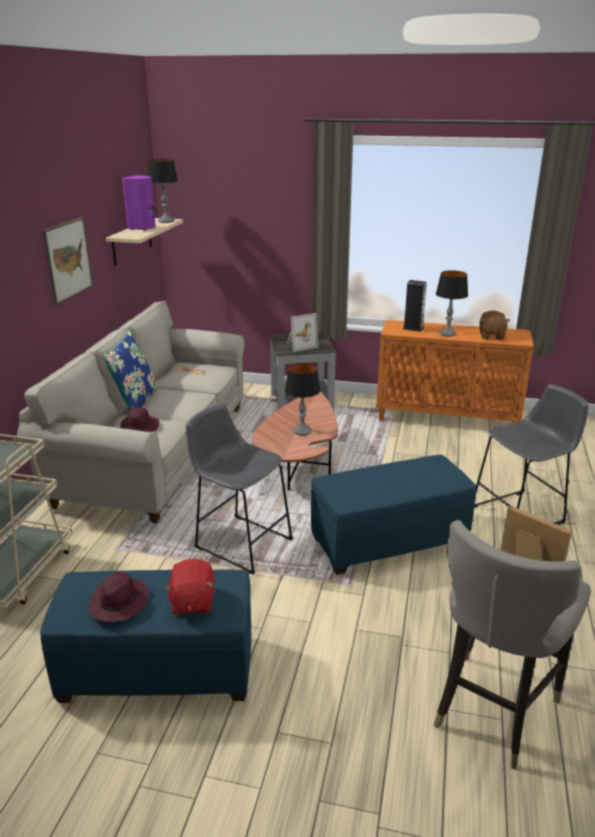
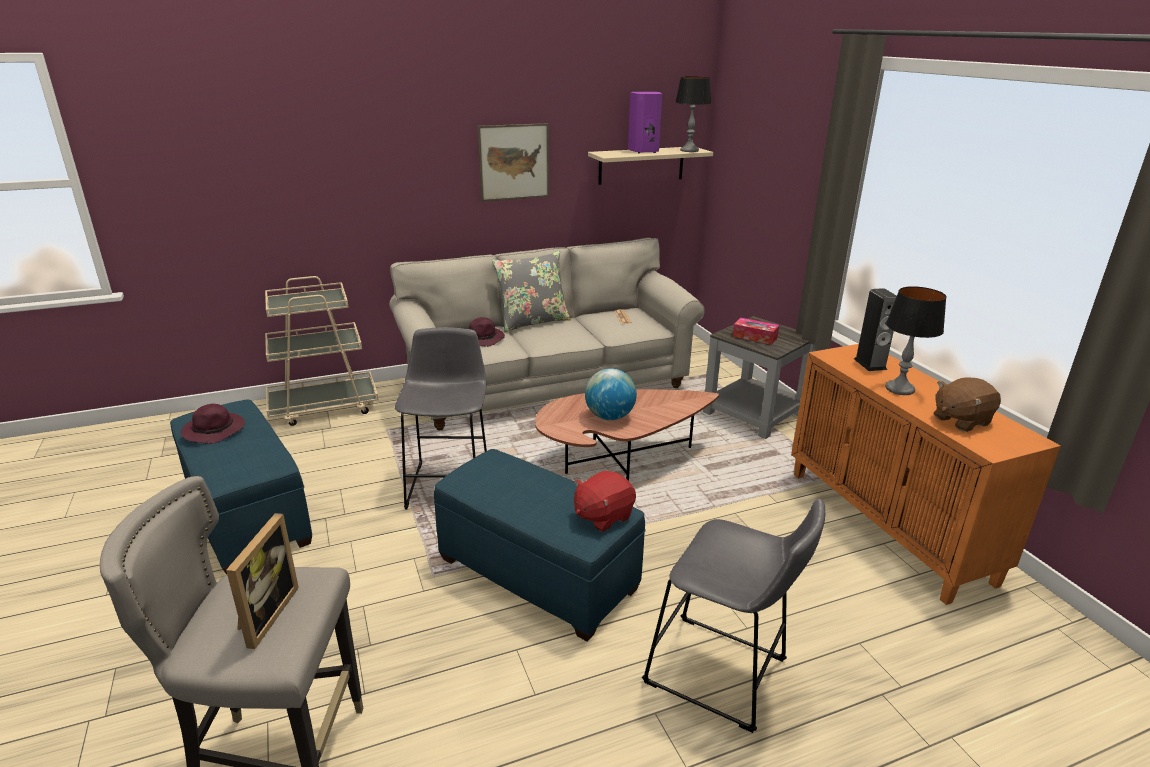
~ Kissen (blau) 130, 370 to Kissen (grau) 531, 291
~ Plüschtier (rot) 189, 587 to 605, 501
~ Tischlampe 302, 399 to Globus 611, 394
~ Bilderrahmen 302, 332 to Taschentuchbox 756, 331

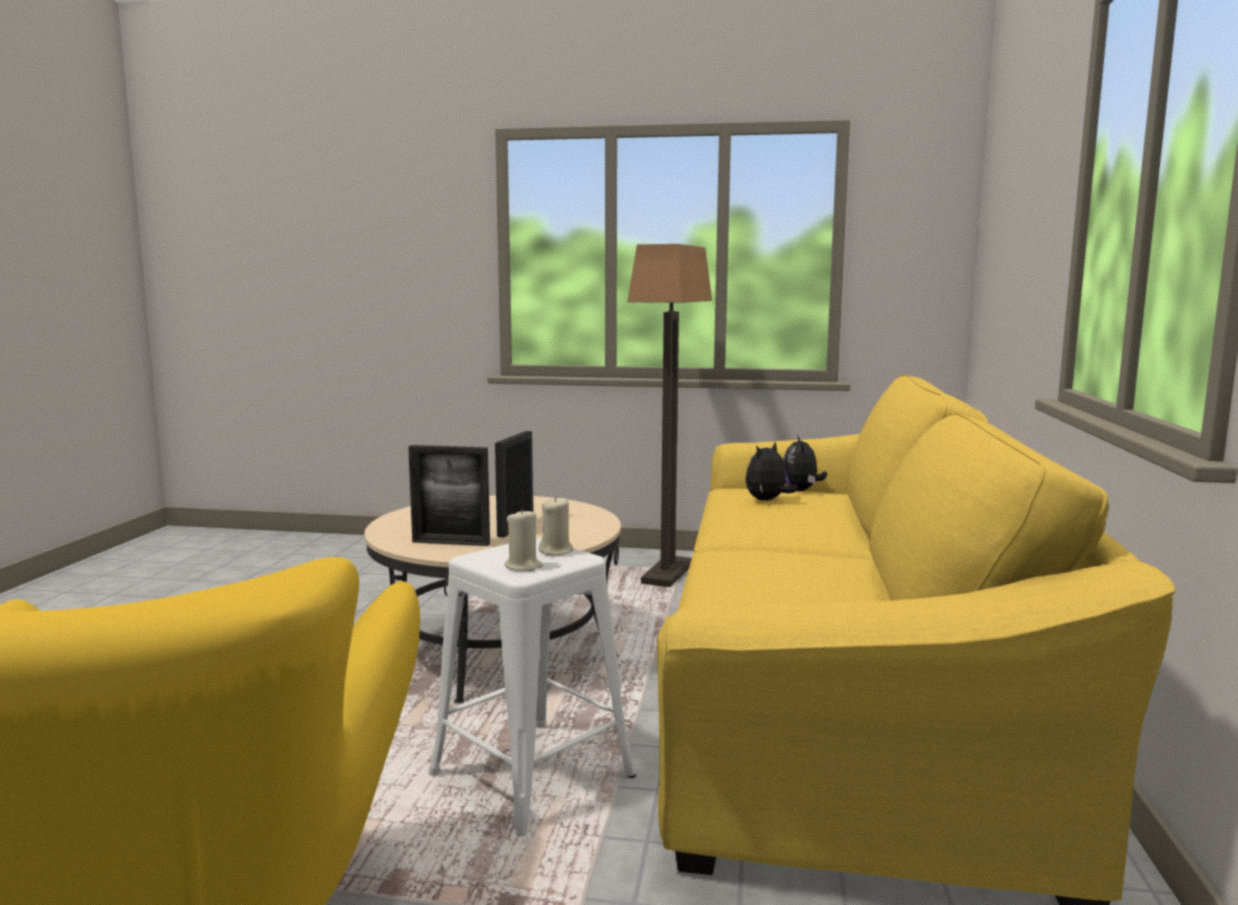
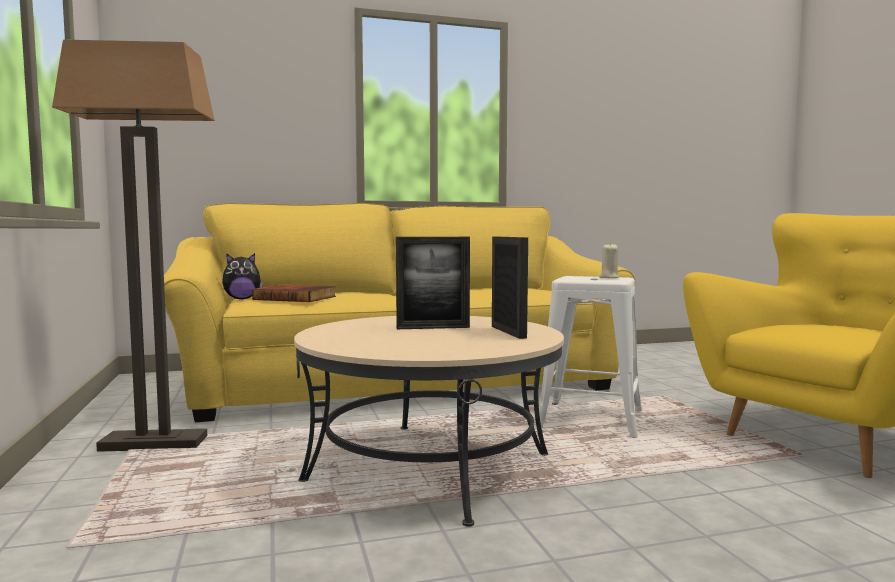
~ Plüschtier 772, 471 to Buch 294, 293
- Kerze (beige) 556, 525

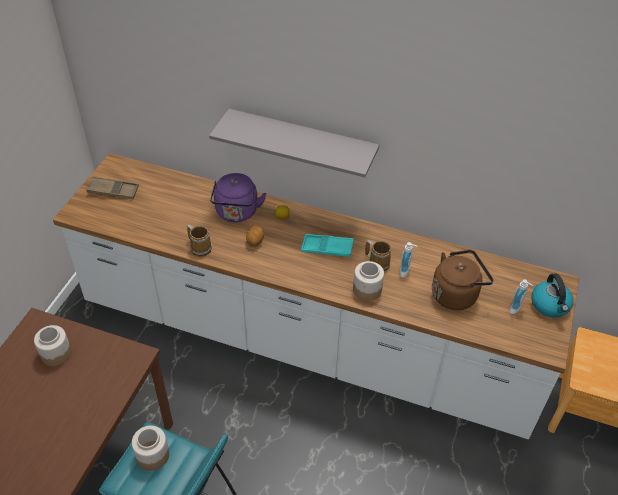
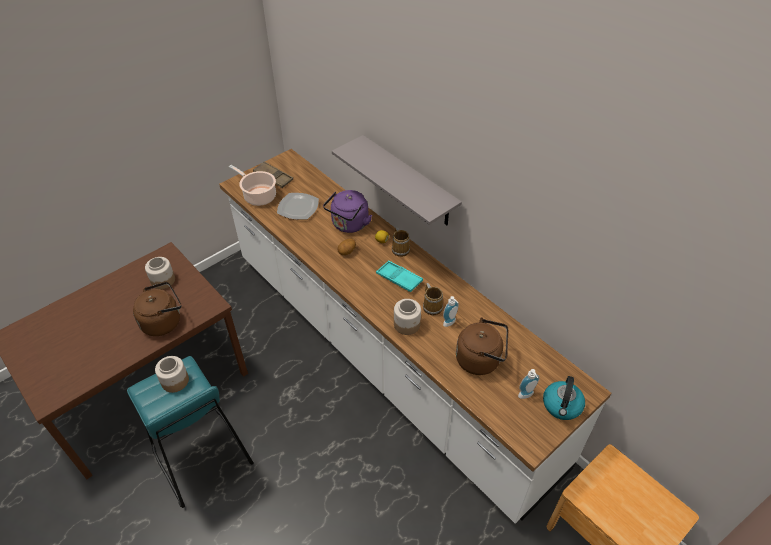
+ Wasserkessel (braun) 157, 309
+ Kochtopf 252, 185
+ Teller 298, 206
~ Henkelbecher 199, 241 to 401, 242

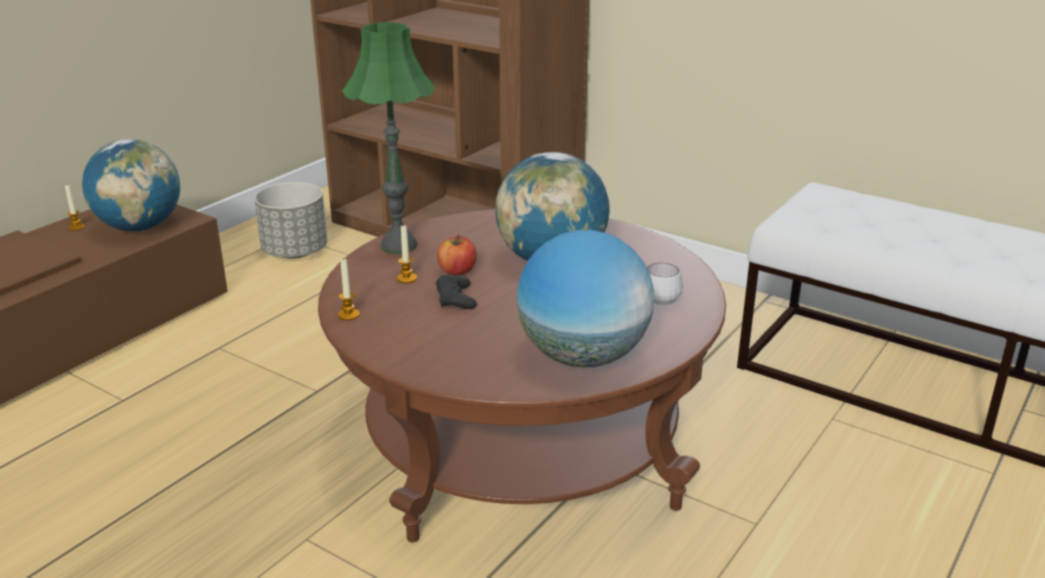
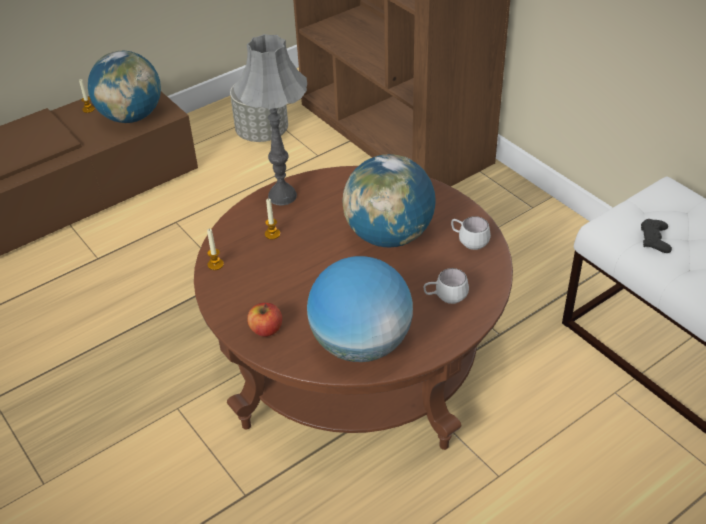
~ Tischlampe (grün) 388, 138 to Tischlampe (grau) 270, 120
~ Apfel 457, 255 to 264, 320
+ Henkelbecher (weiß) 471, 233
~ Gamepad (schwarz) 456, 292 to 656, 236

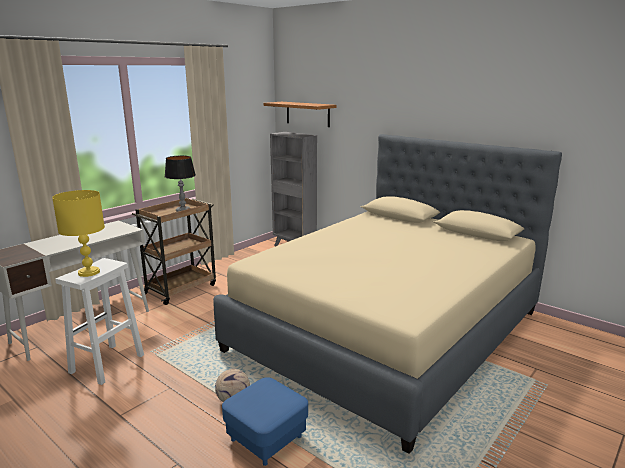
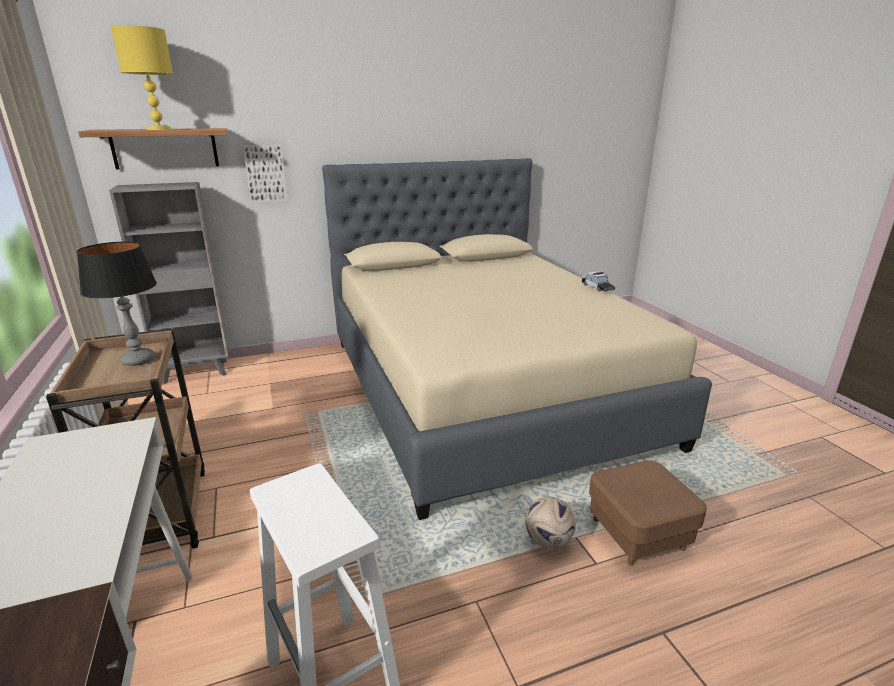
~ Tischlampe (gelb) 78, 233 to 142, 77
+ Bild 265, 174
+ Spielzeugauto 598, 281
~ Polsterhocker (blau) 265, 421 to Polsterhocker (braun) 648, 513

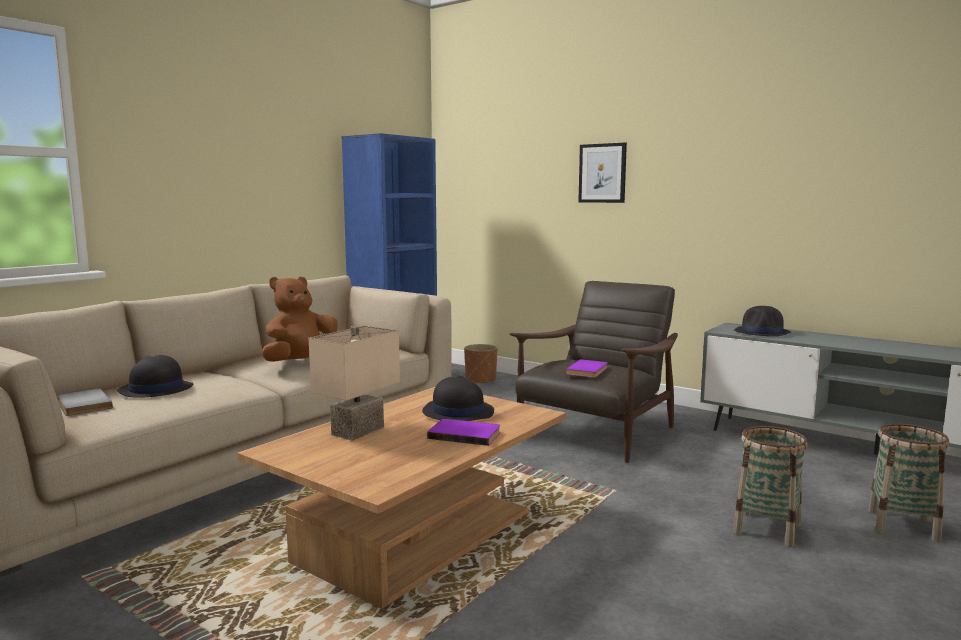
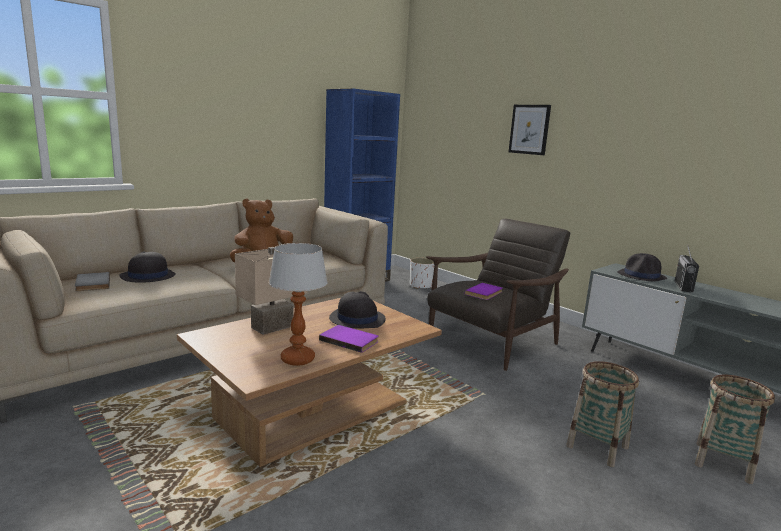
+ Tischlampe 298, 304
~ Pflanzkübel (braun) 480, 364 to Pflanzkübel (weiß) 422, 273
+ Radio 687, 269

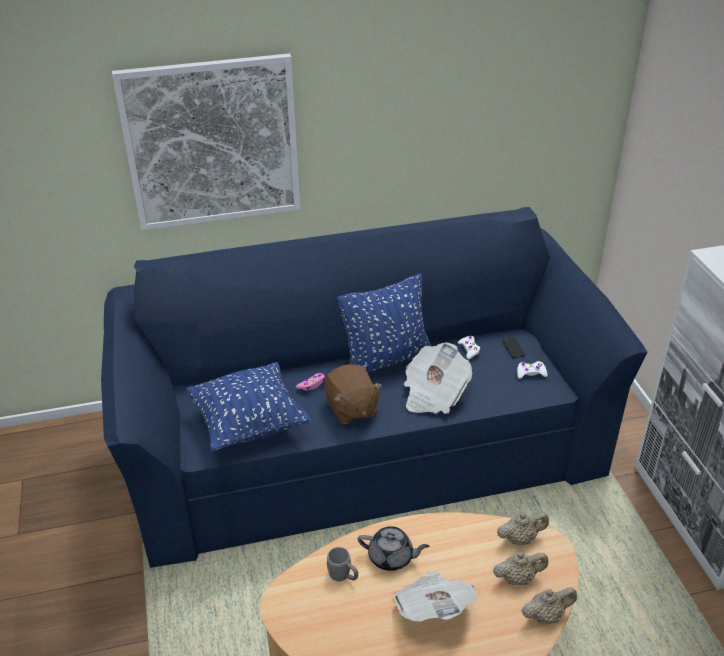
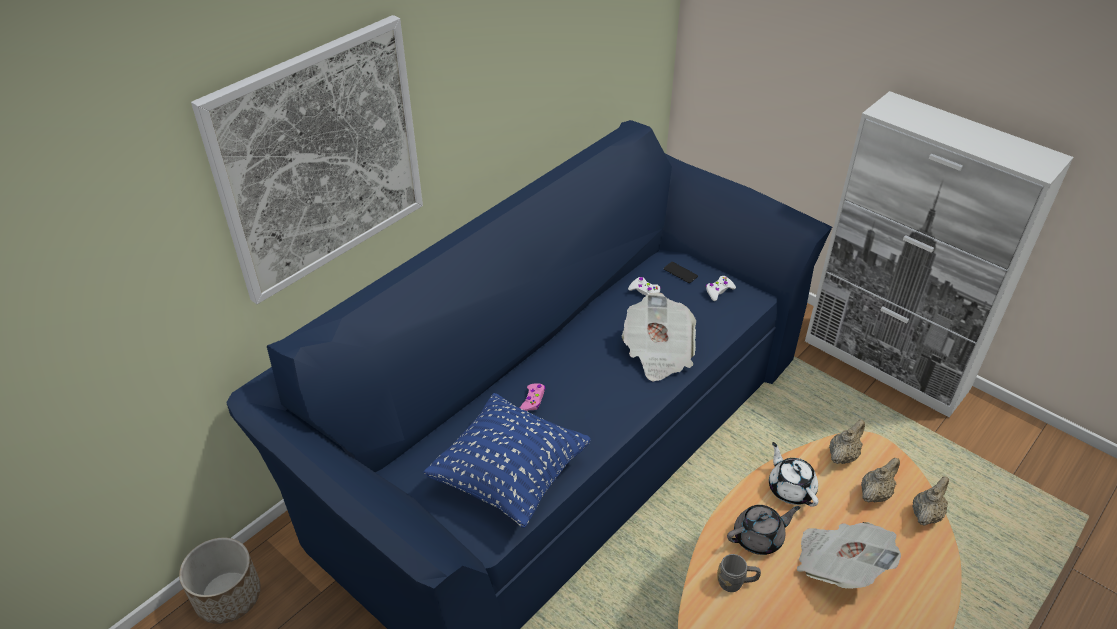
+ Pflanzkübel 220, 580
+ Teekanne (weiß) 794, 474
- Plüschtier (braun) 353, 394
- Kissen (blau) 384, 324

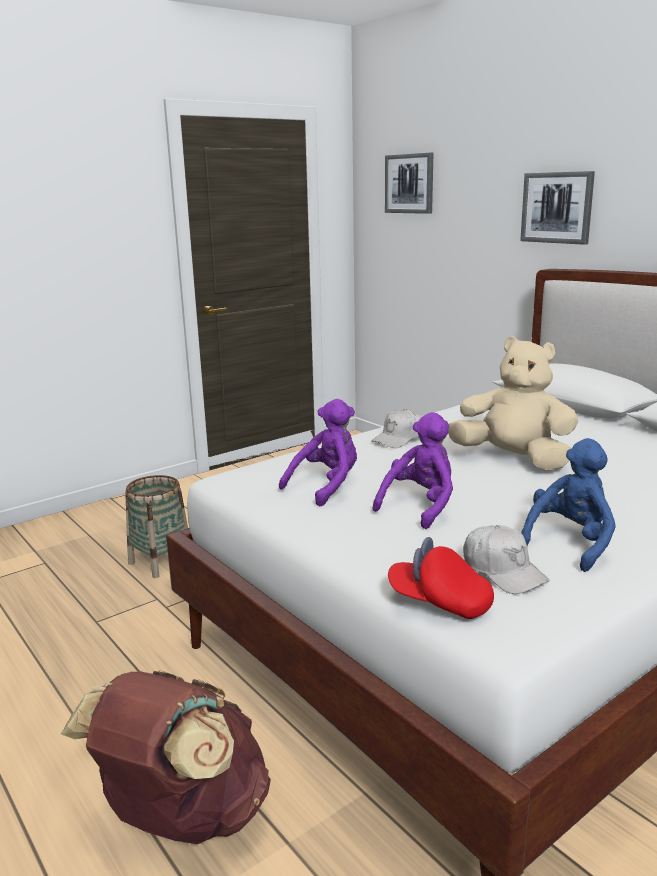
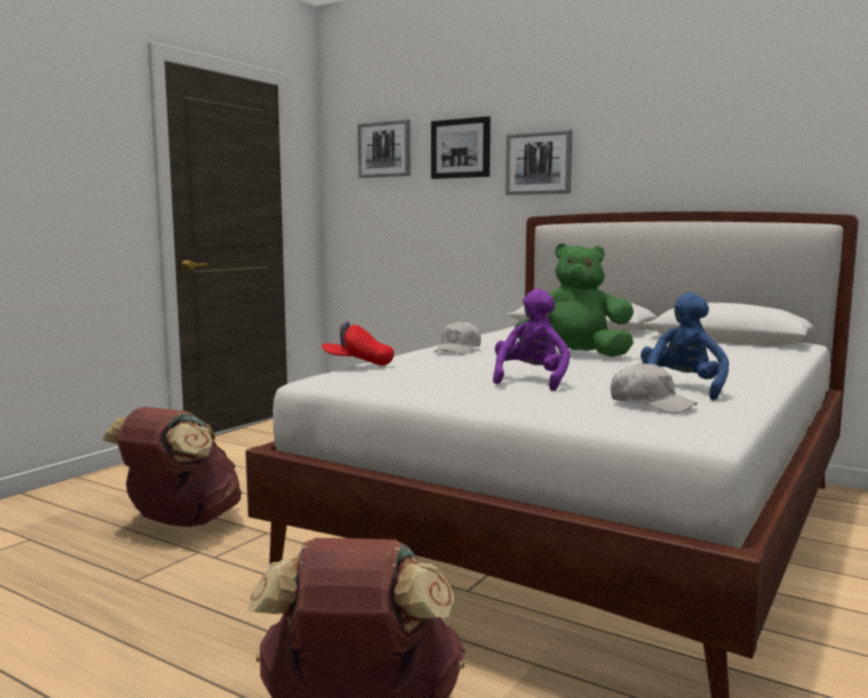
~ Korb 156, 526 to Rucksack (braun) 171, 467
~ Kappe (rot) 441, 578 to 357, 343
+ Bild 460, 147
~ Plüschtier (beige) 513, 403 to Plüschtier (grün) 574, 300
- Plüschtier (lila) 318, 452

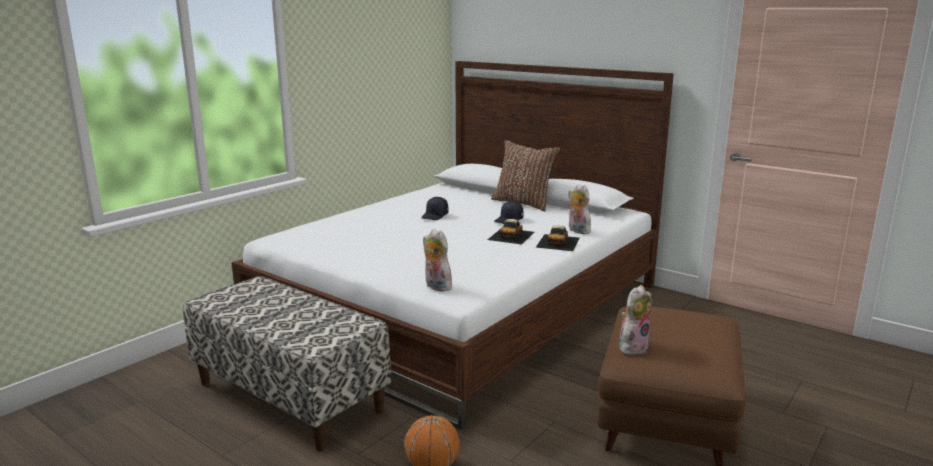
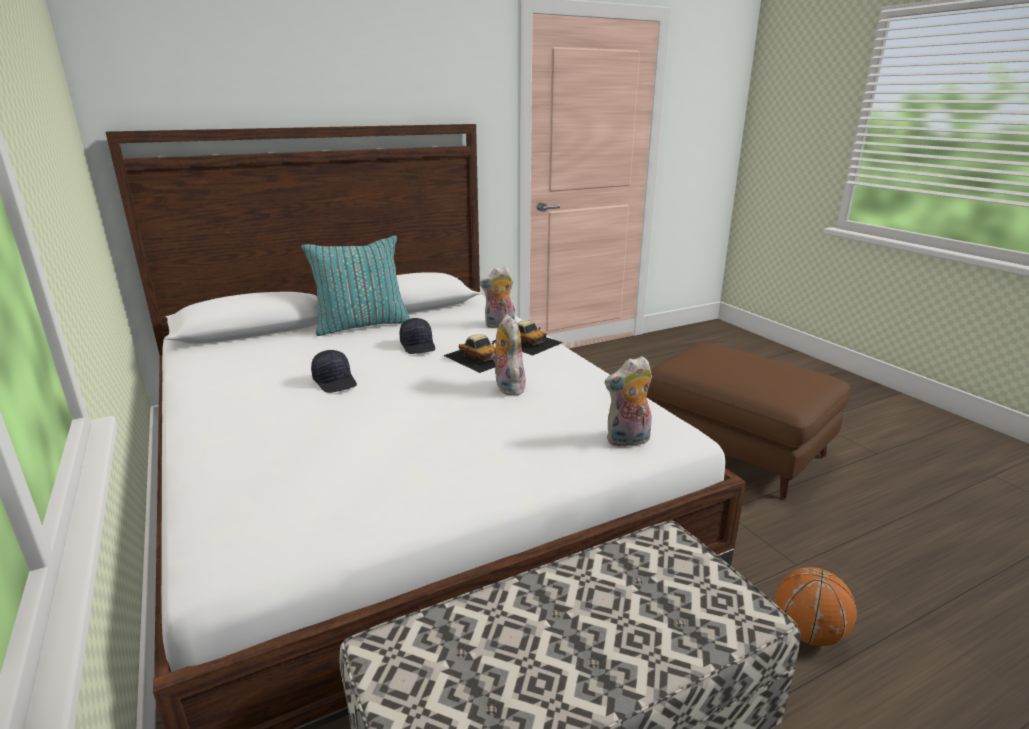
~ Kissen (braun) 525, 176 to Kissen (türkis) 355, 286
~ Plüschtier 635, 320 to 508, 355

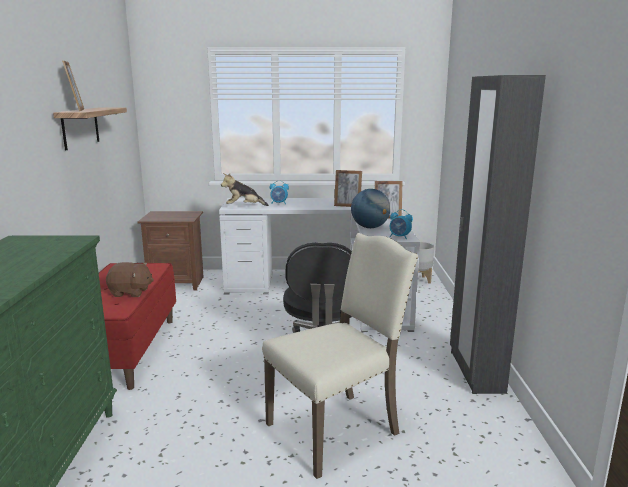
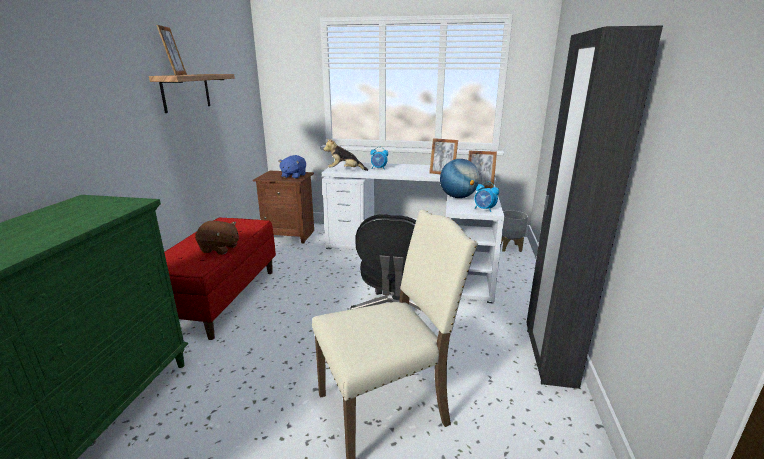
+ Plüschtier (blau) 292, 167

